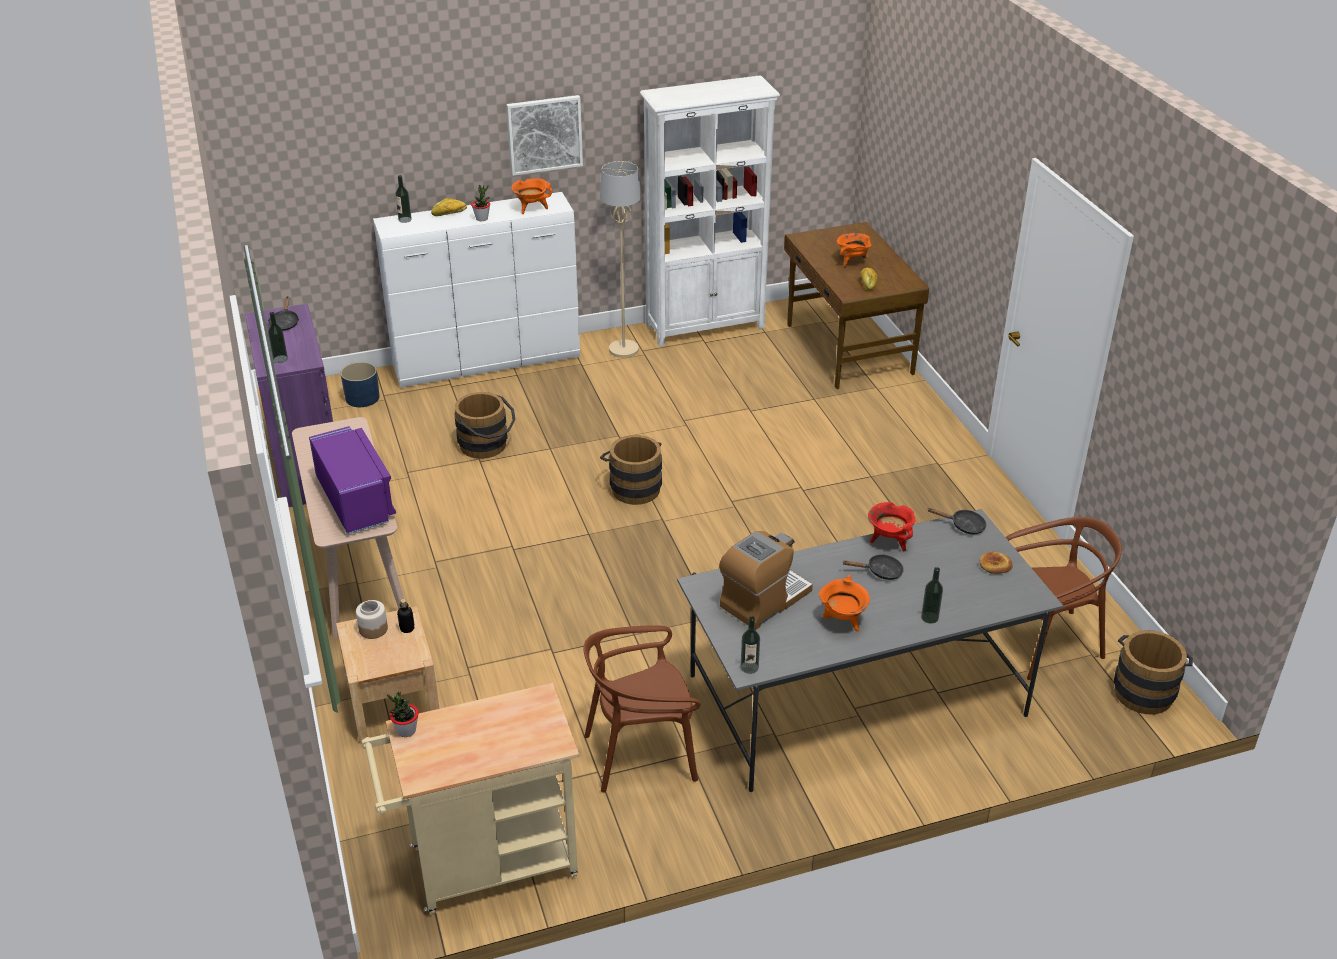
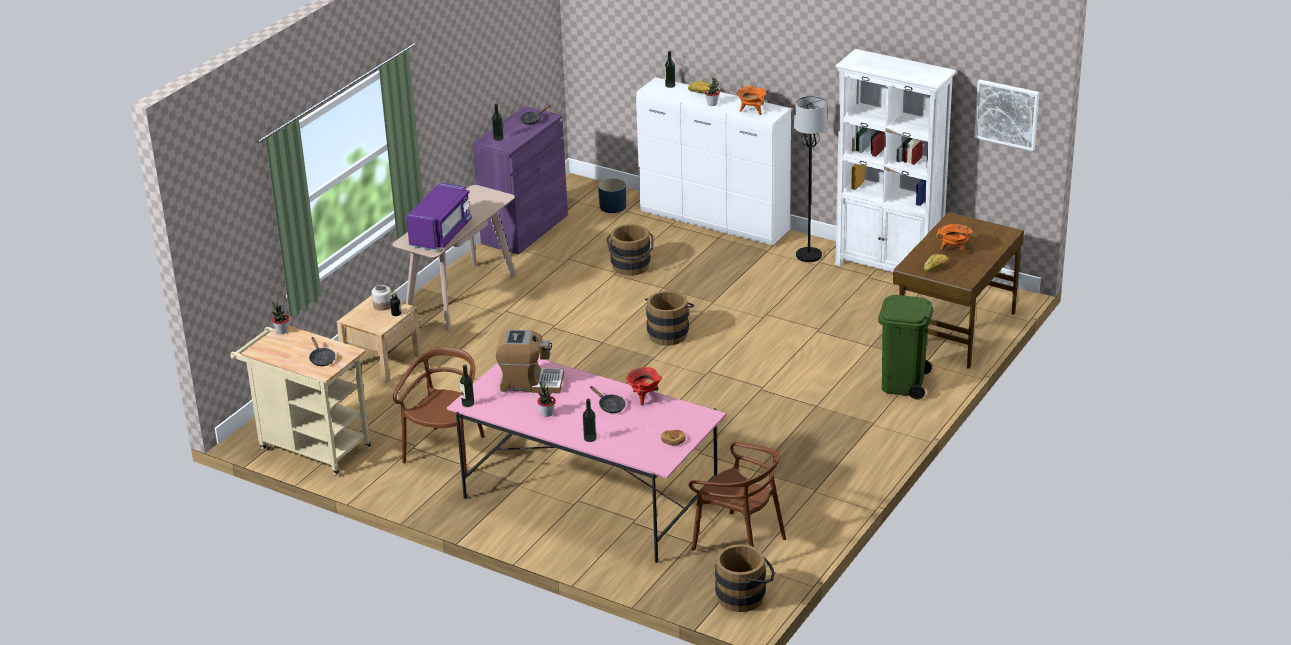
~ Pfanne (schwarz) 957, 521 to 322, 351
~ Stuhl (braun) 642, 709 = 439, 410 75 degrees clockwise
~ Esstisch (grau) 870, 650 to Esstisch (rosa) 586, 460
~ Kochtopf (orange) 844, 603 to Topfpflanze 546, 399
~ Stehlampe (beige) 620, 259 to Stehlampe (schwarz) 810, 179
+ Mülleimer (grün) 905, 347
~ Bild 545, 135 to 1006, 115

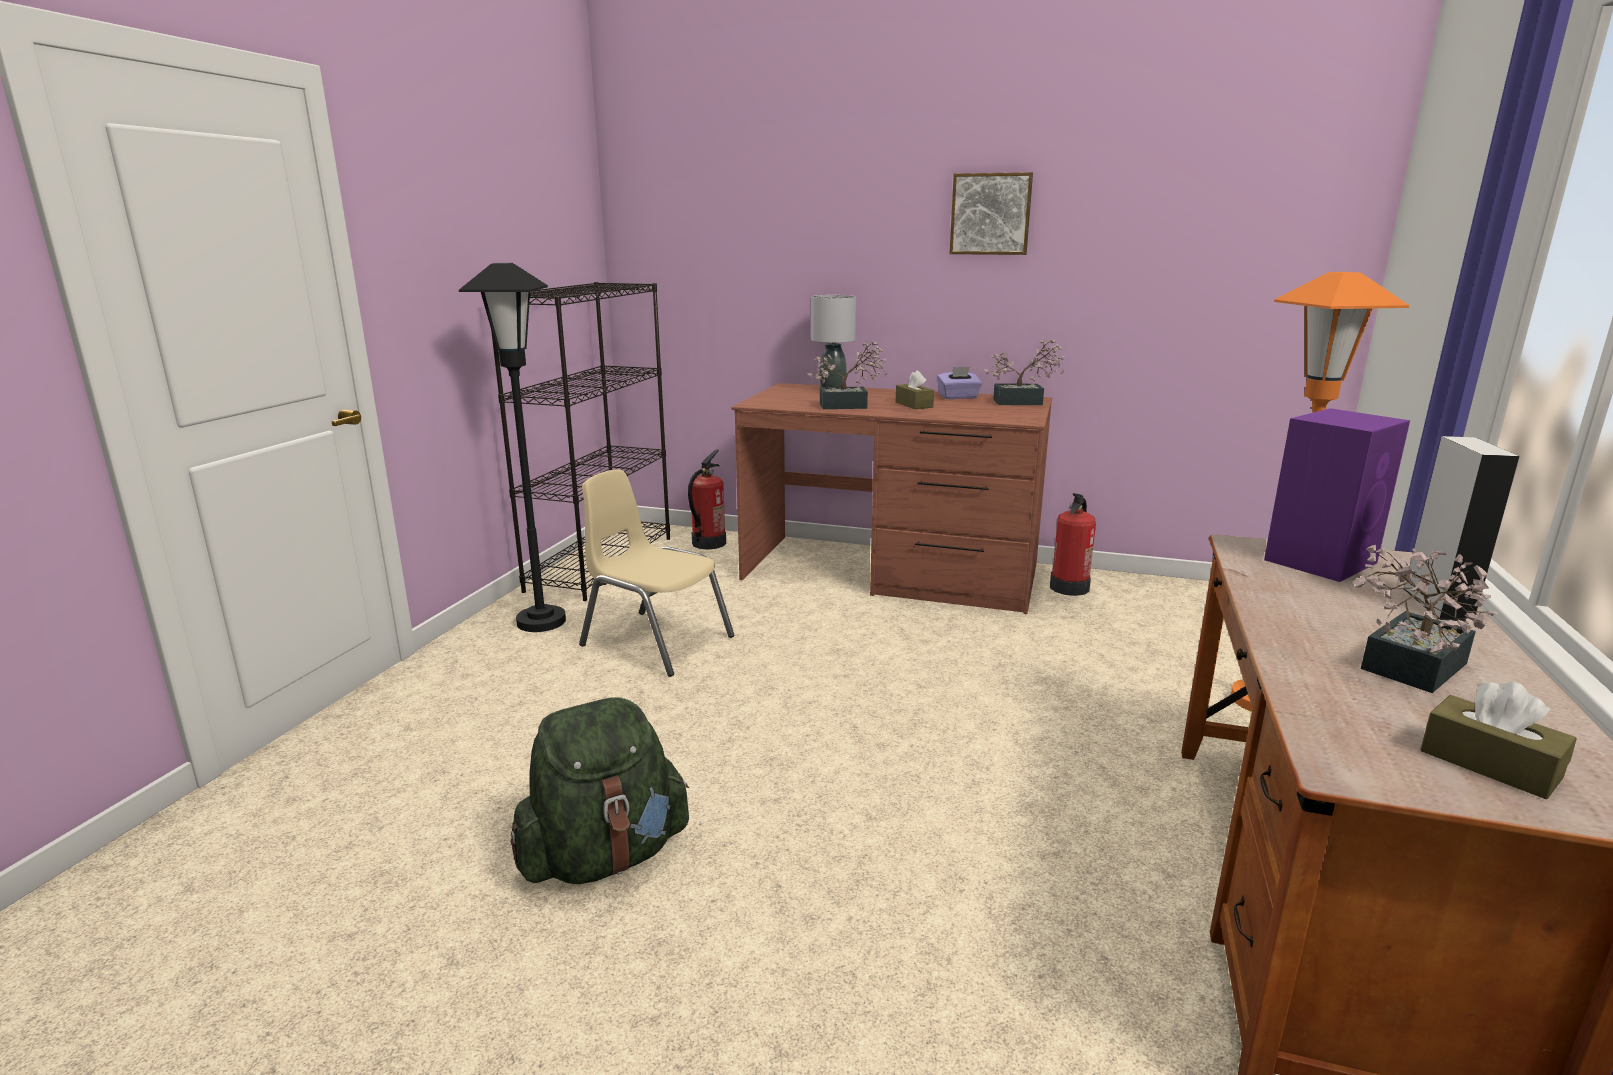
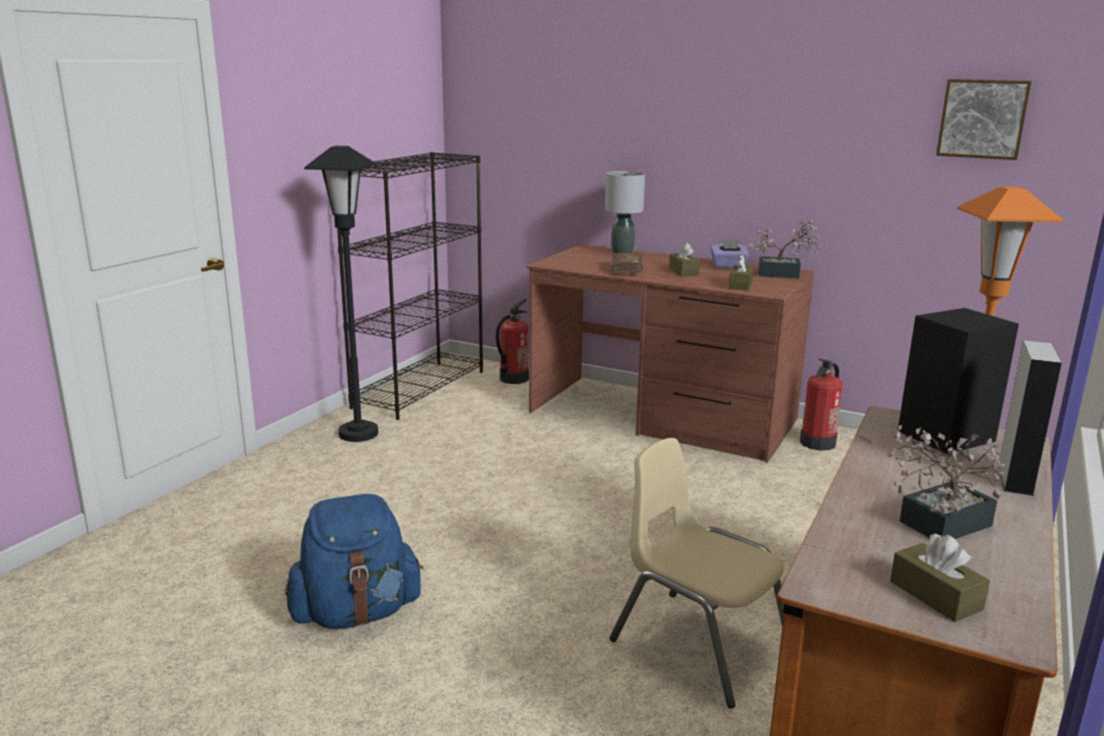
~ Rucksack (grün) 599, 791 to Rucksack (blau) 354, 561
~ Stuhl (beige) 656, 573 to 696, 573
~ Topfpflanze 847, 375 to Buch (braun) 627, 264
+ Taschentuchbox (braun) 741, 272
~ Lautsprecher (lila) 1337, 495 to Lautsprecher (schwarz) 958, 381
~ Bild 991, 213 to 983, 119

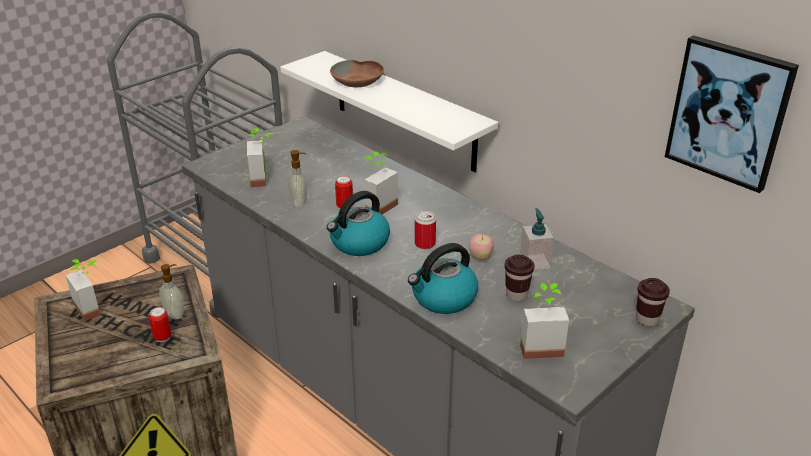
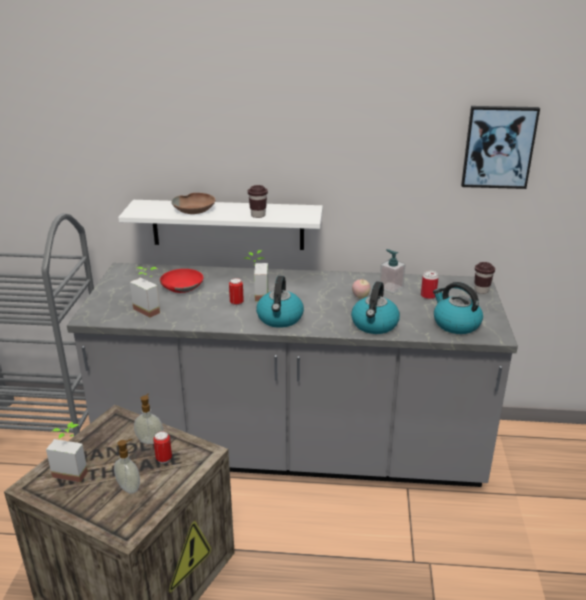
~ Seifenspender 297, 179 to 127, 466
+ Schüssel (rot) 181, 281
~ Tasse (braun) 520, 278 to 258, 201
~ Dose 425, 230 to 430, 285
~ Topfpflanze 544, 321 to Wasserkessel 458, 308

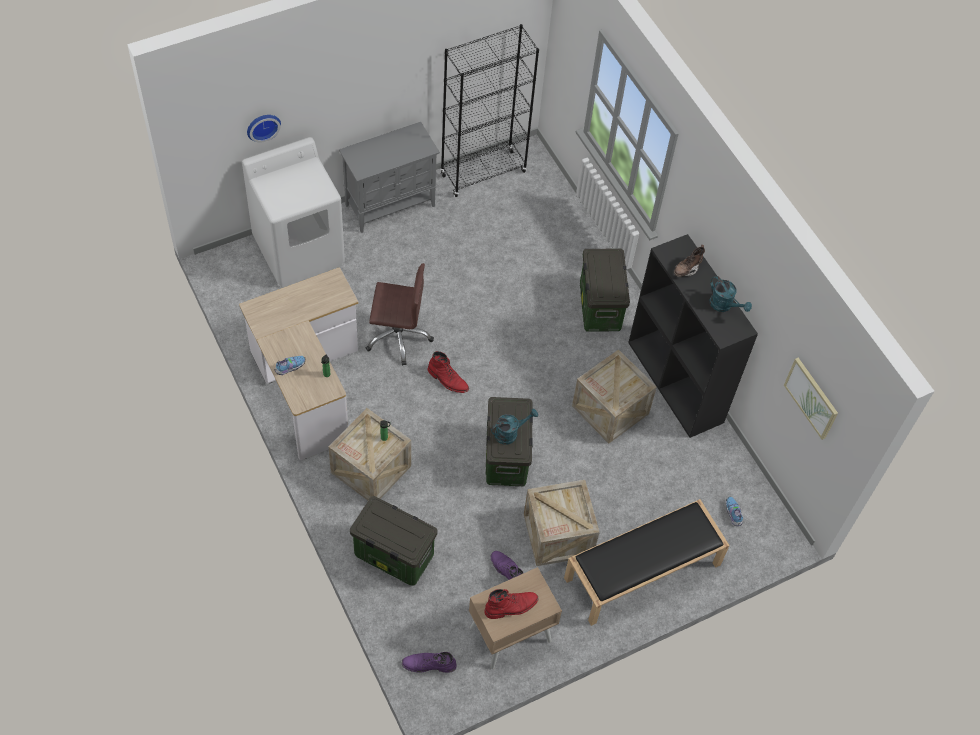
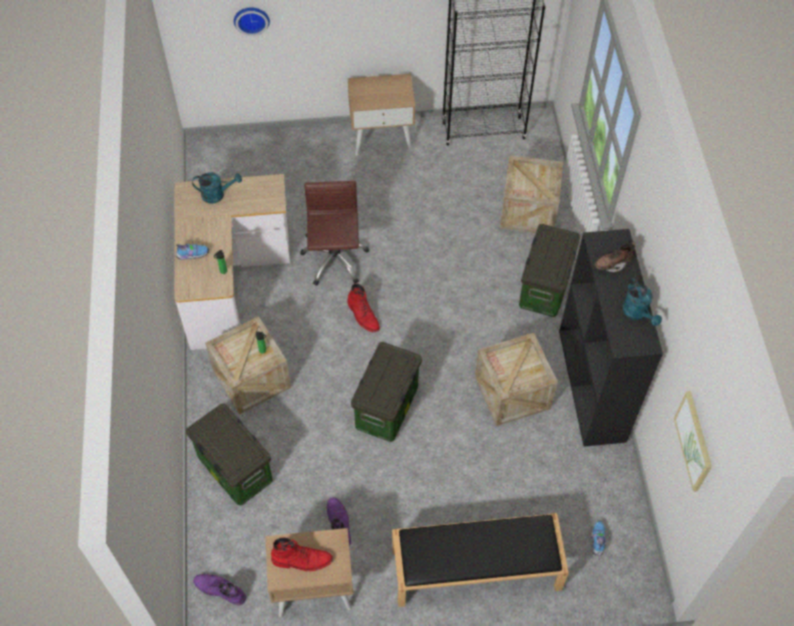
~ Gießkanne (türkis) 514, 427 to 217, 187
~ Bürostuhl (braun) 400, 314 = 334, 233 120 degrees counterclockwise
~ Schrank (grau) 389, 177 to Nachttisch (beige) 381, 115
~ Kiste 562, 523 to 531, 194
- Waschmaschine (weiß) 293, 212

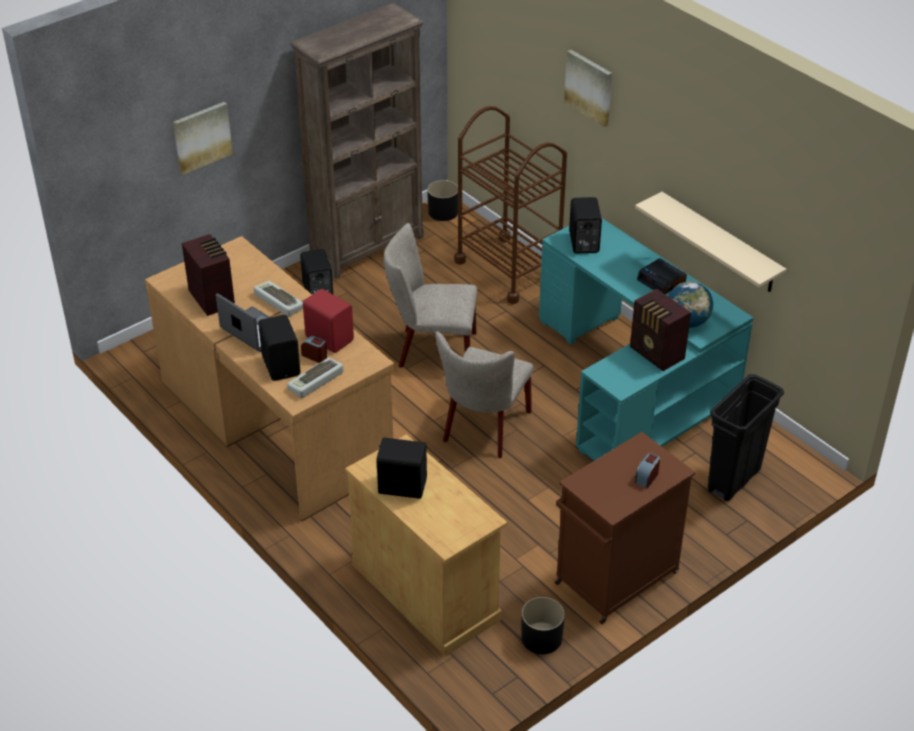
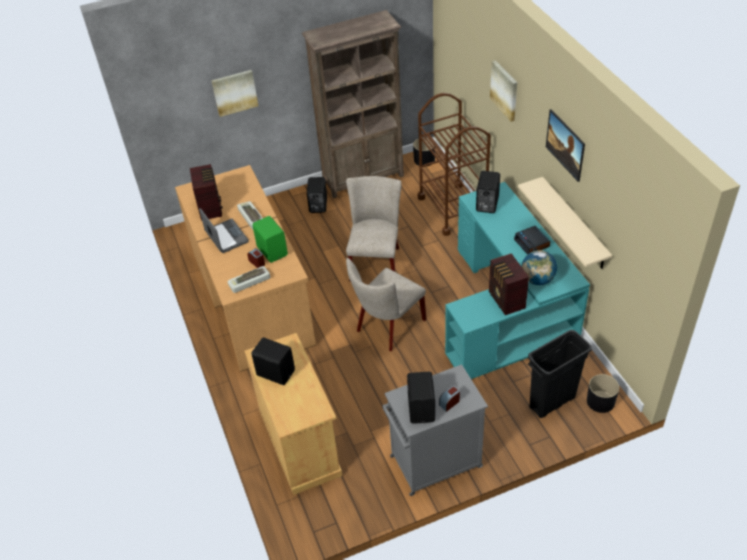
~ Lautsprecher (rot) 328, 321 to Lautsprecher (grün) 270, 239
~ Stuhl (beige) 430, 295 = 374, 228 75 degrees clockwise
~ Schrank (braun) 625, 528 to Schrank (grau) 435, 430
~ Lautsprecher (schwarz) 279, 348 to 421, 398
+ Bild 565, 145
~ Pflanzkübel (schwarz) 543, 625 to 603, 393

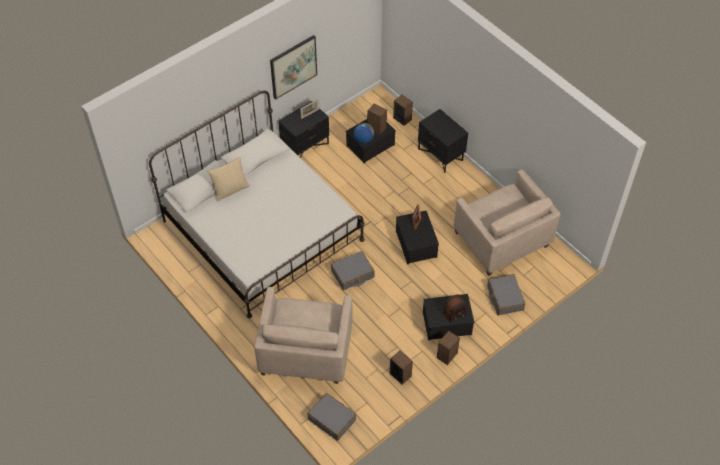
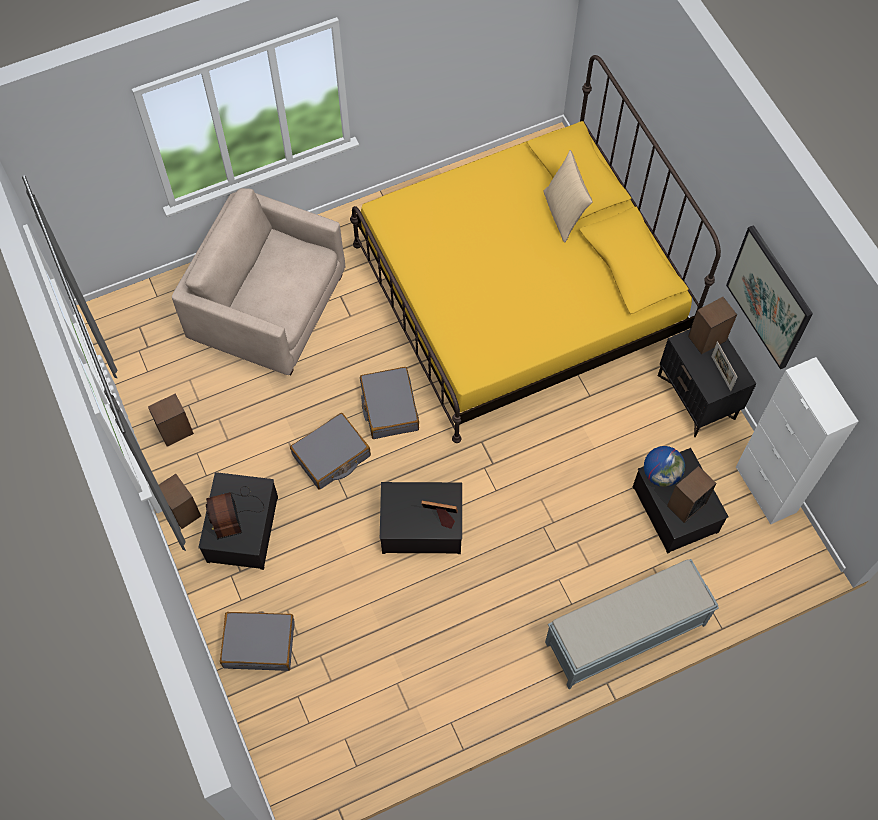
~ Koffer (grau) 332, 417 to 330, 451
~ Bett (weiß) 257, 204 to Bett (gelb) 535, 249
~ Nachttisch (schwarz) 443, 141 to Bank (grau) 632, 624
~ Lautsprecher 403, 110 to 712, 325
+ Schrank (weiß) 797, 441
- Sessel (beige) 507, 222

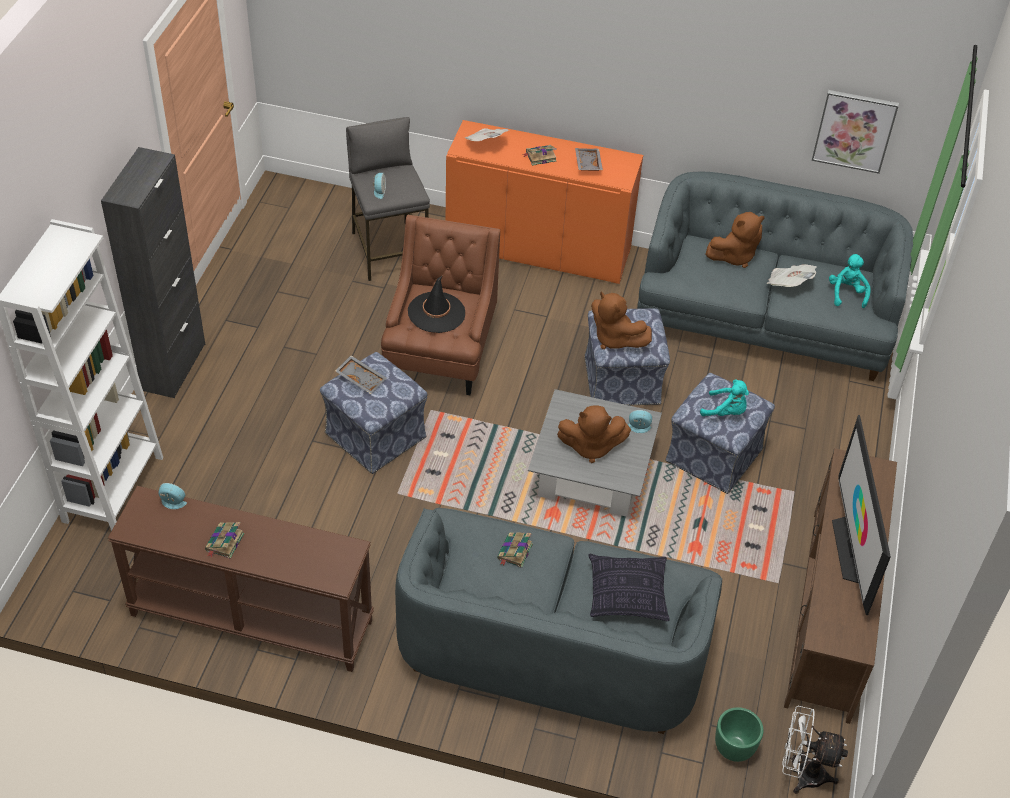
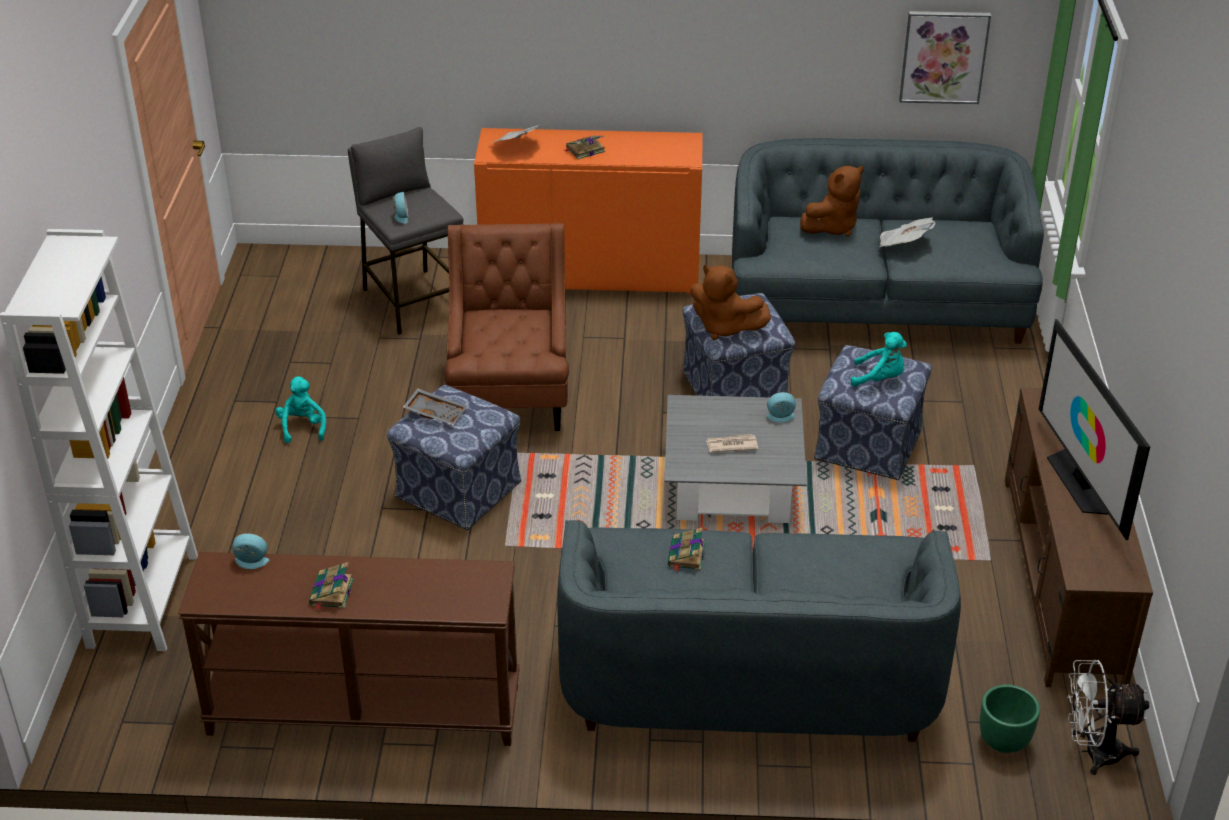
~ Plüschtier (türkis) 850, 281 to 300, 409
~ Plüschtier (braun) 594, 434 to Zeitung 732, 443
- Schrank (schwarz) 153, 272
- Hut (schwarz) 436, 304
- Tablett (grau) 589, 159
- Kissen 629, 587

